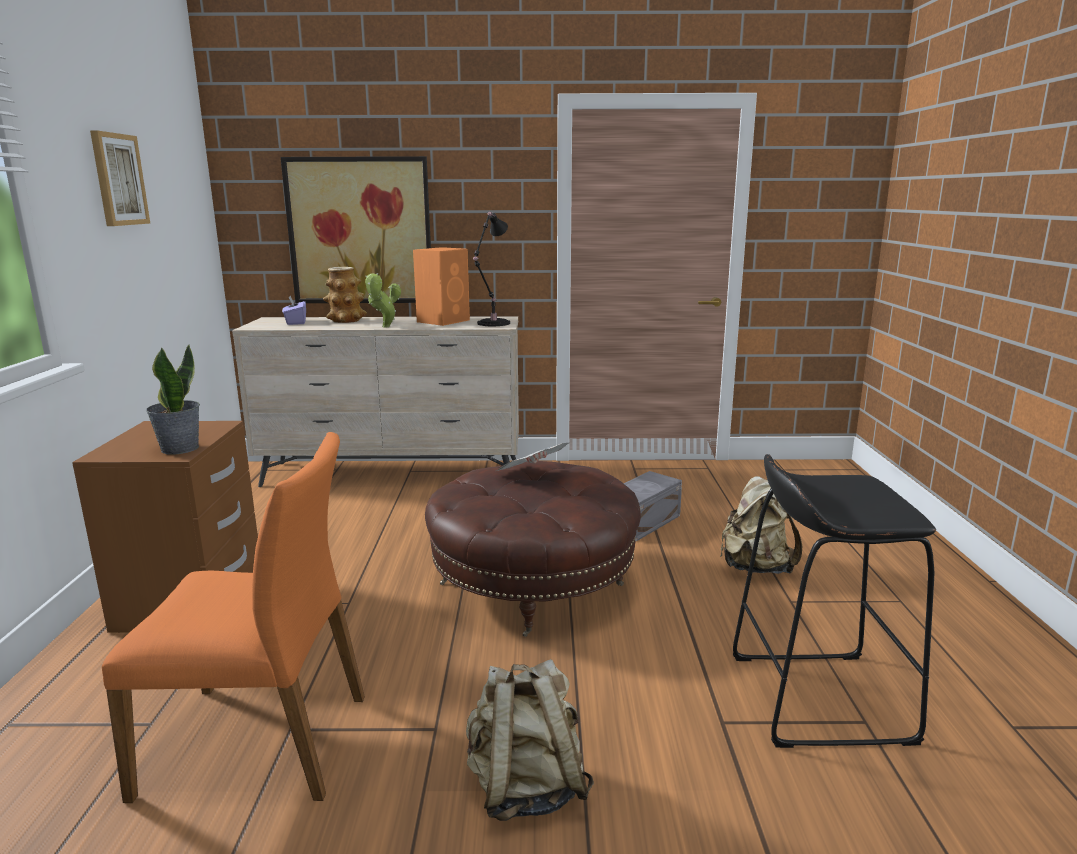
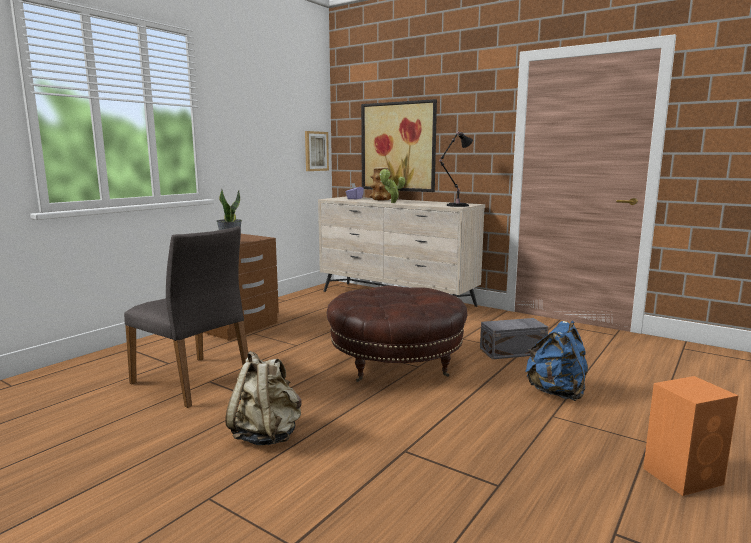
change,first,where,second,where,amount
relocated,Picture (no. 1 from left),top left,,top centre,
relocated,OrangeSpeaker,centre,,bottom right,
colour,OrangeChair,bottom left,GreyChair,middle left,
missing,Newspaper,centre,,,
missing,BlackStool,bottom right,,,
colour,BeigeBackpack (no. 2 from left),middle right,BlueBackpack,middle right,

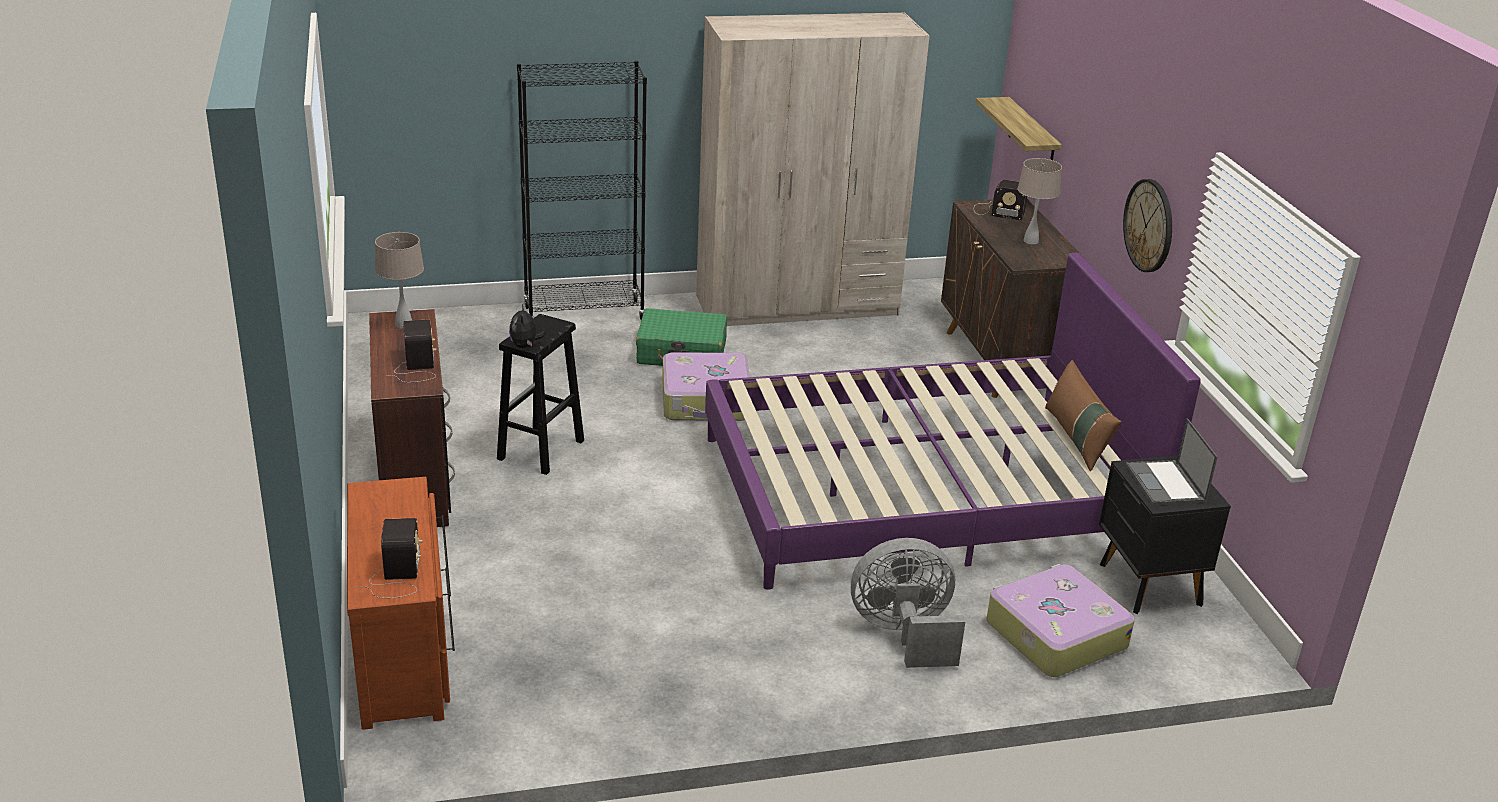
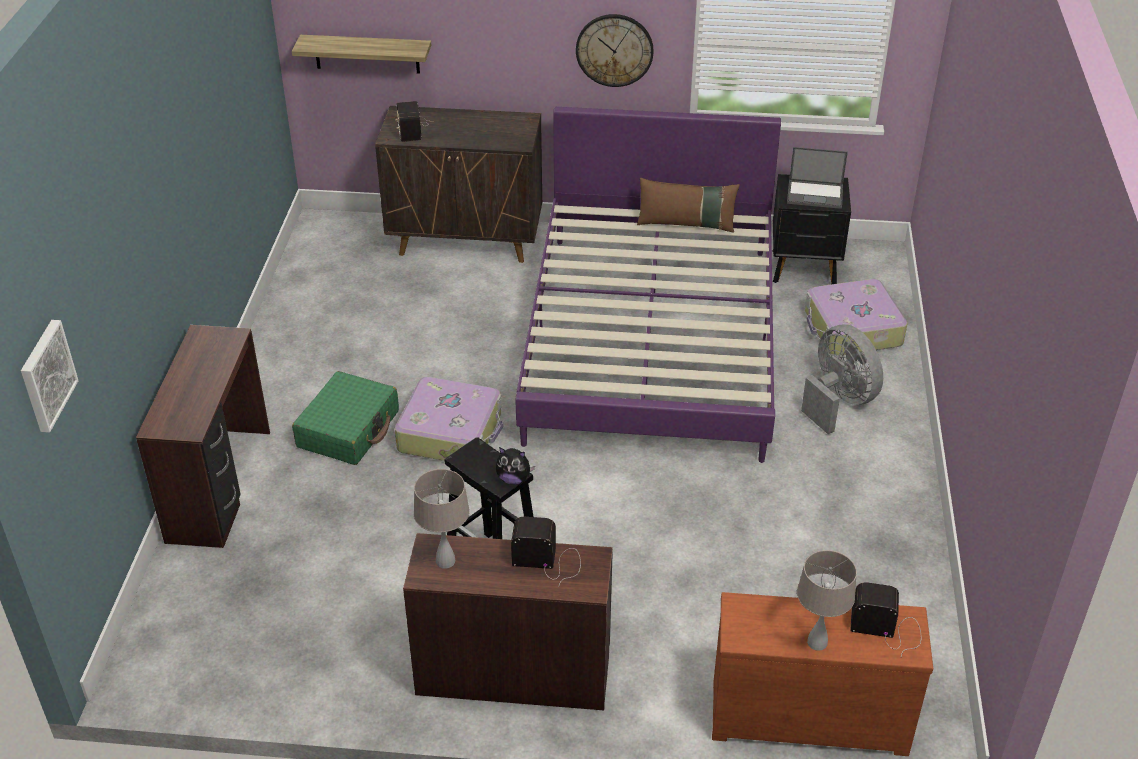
change,first,where,second,where,amount
missing,BeigeWardrobe,top centre,,,
exchanged,BlackBookcase,top centre,BrownDesk (no. 1 from left),middle left,
relocated,BeigeTableLamp (no. 2 from left),top right,,bottom right,
spun,Radio (no. 3 from left in the first image),top right,Radio (no. 1 from left),top centre,135 degrees clockwise
spun,GreyFan,bottom centre,,middle right,135 degrees clockwise
appeared,,,Picture,middle left,

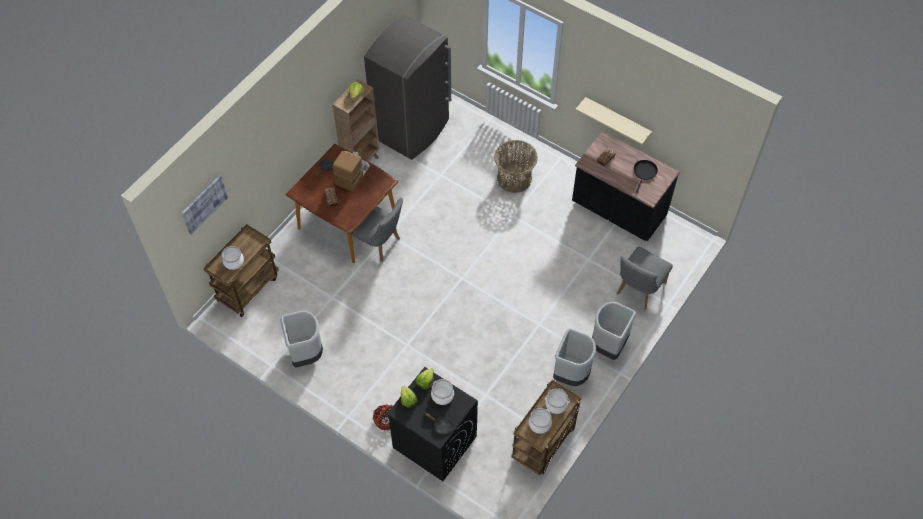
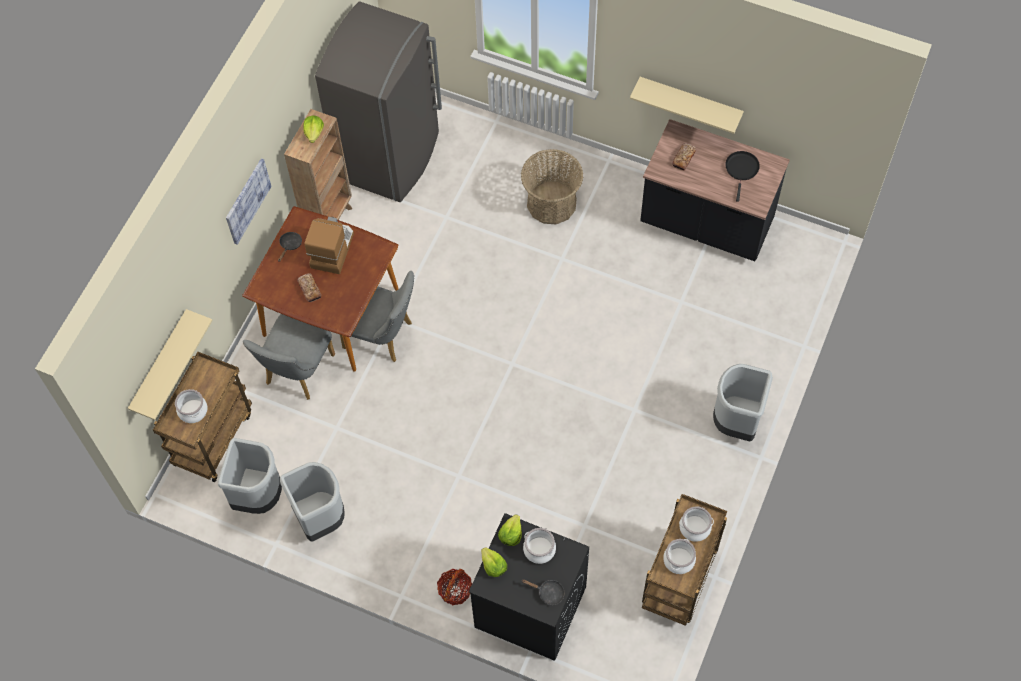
change,first,where,second,where,amount
relocated,Picture,middle left,,top left,
relocated,GreyChair (no. 2 from left in the first image),middle right,GreyChair (no. 1 from left),middle left,
relocated,GreyTrashCan (no. 2 from left in the first image),bottom centre,GreyTrashCan (no. 1 from left),bottom left,
appeared,,,BeigeShelf (no. 1 from left),middle left,

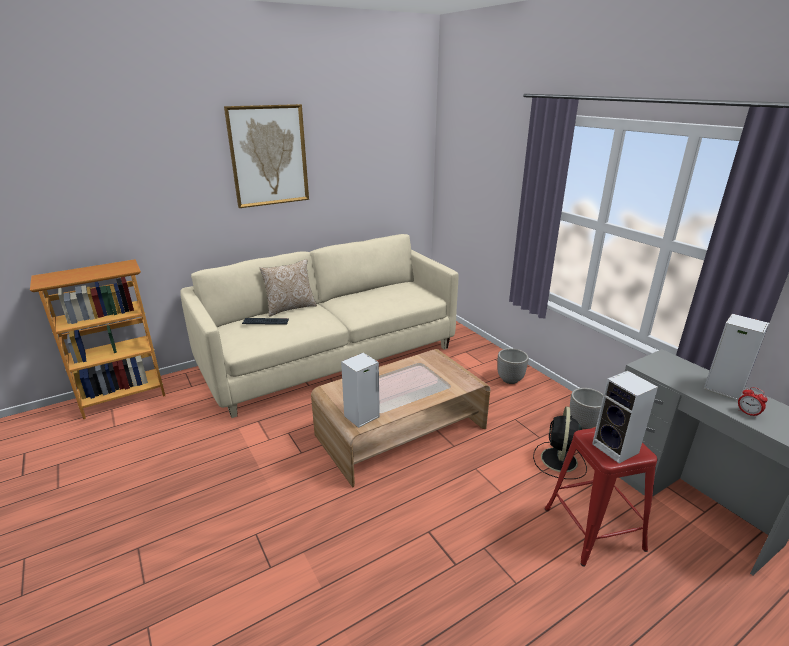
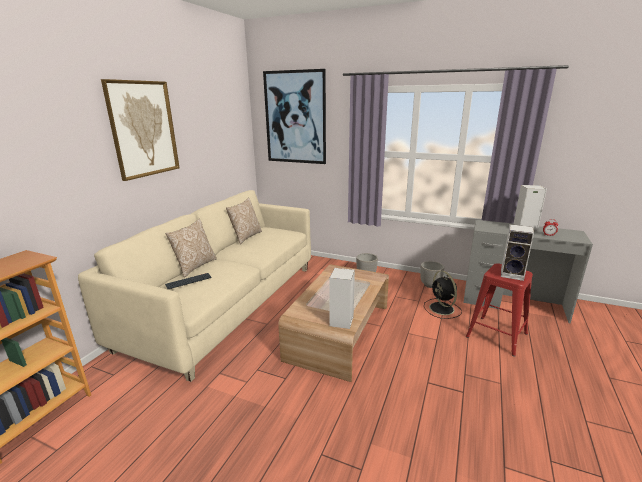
change,first,where,second,where,amount
appeared,,,Picture (no. 2 from left),top centre,
appeared,,,Pillow (no. 2 from left),centre,

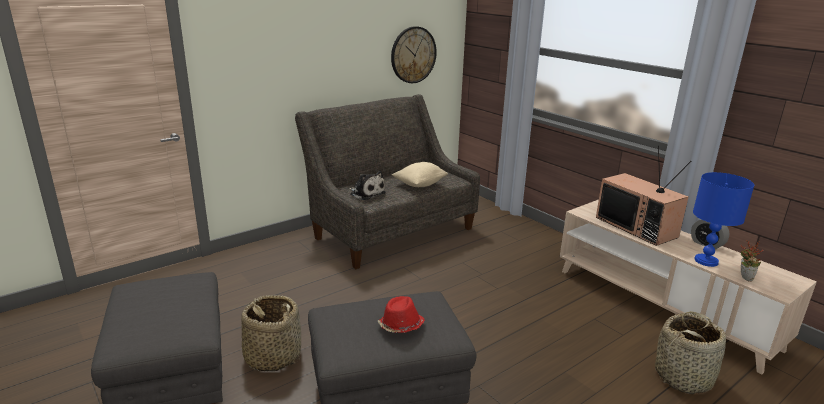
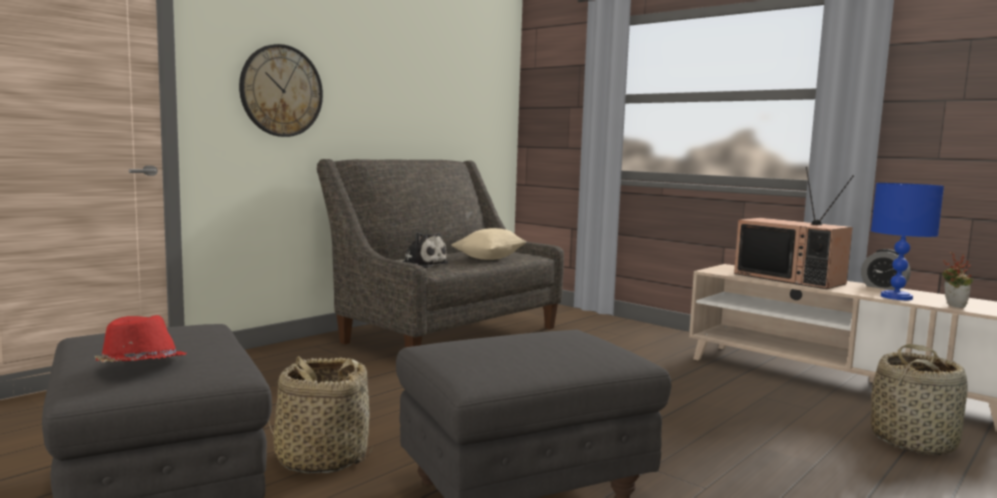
change,first,where,second,where,amount
relocated,WallClock,top centre,,top left,
relocated,RedHat,bottom centre,,bottom left,

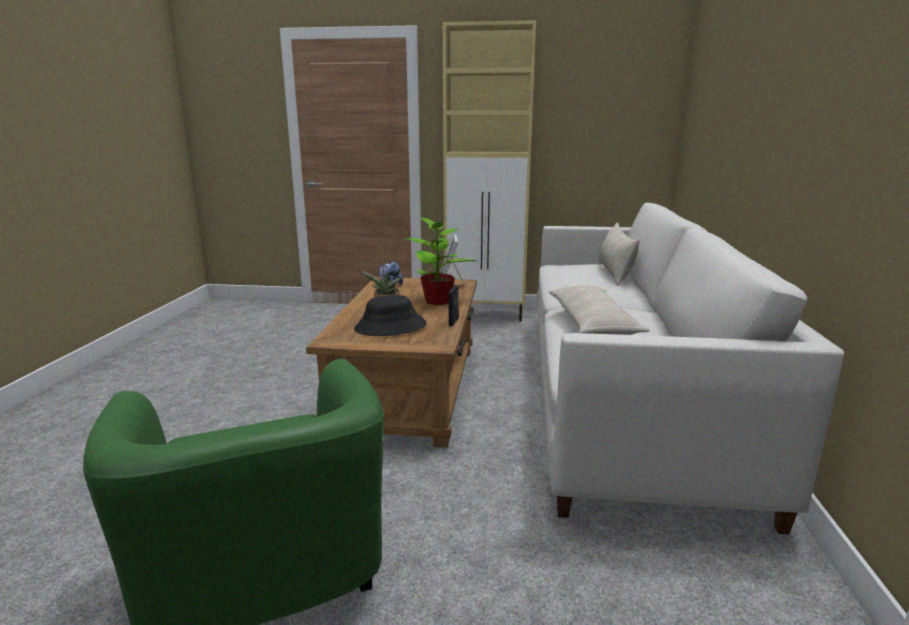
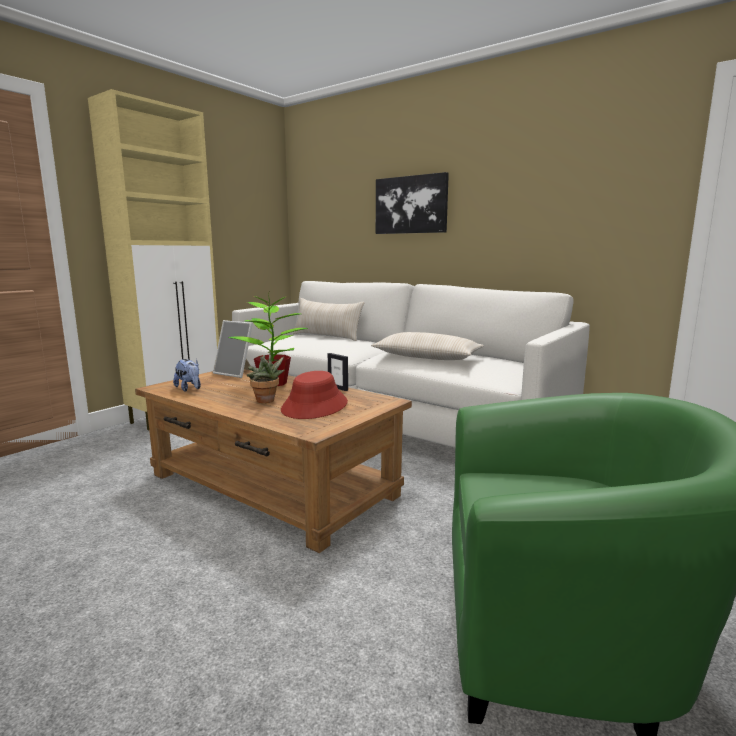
change,first,where,second,where,amount
colour,BlackHat,centre,RedHat,centre,
appeared,,,Picture,top centre,

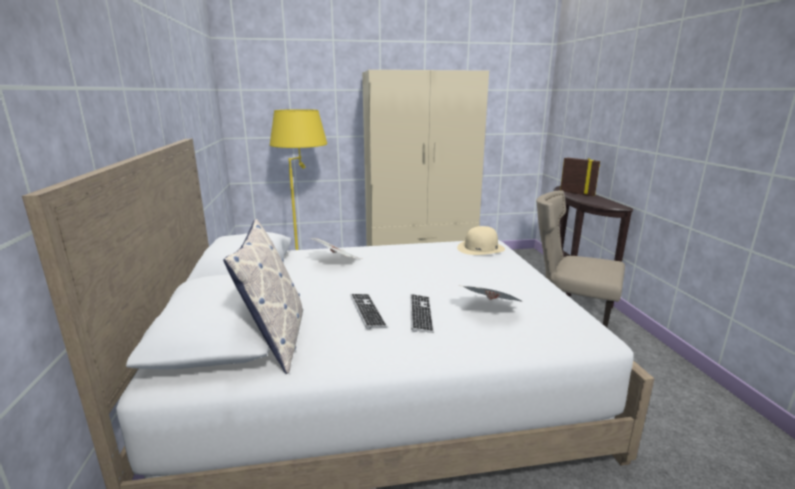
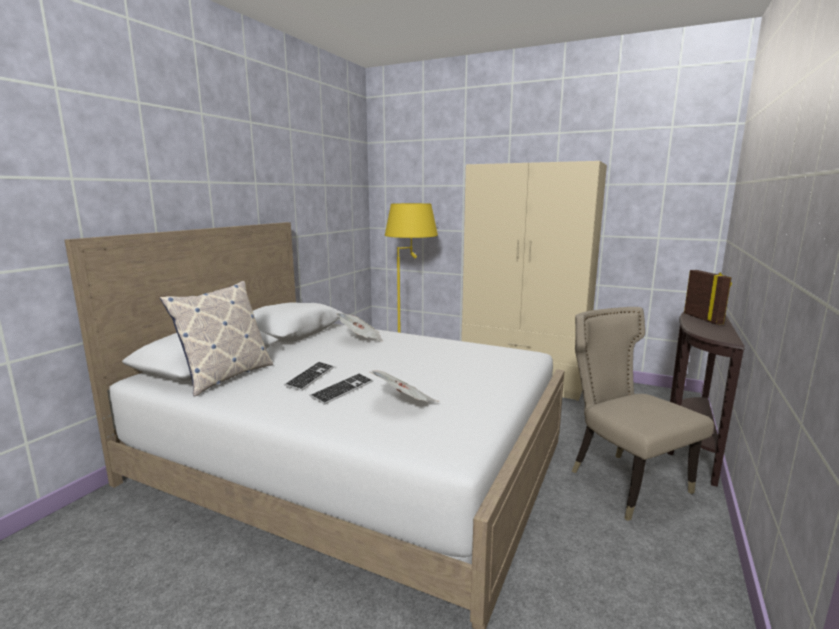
change,first,where,second,where,amount
missing,BeigeHat,centre,,,

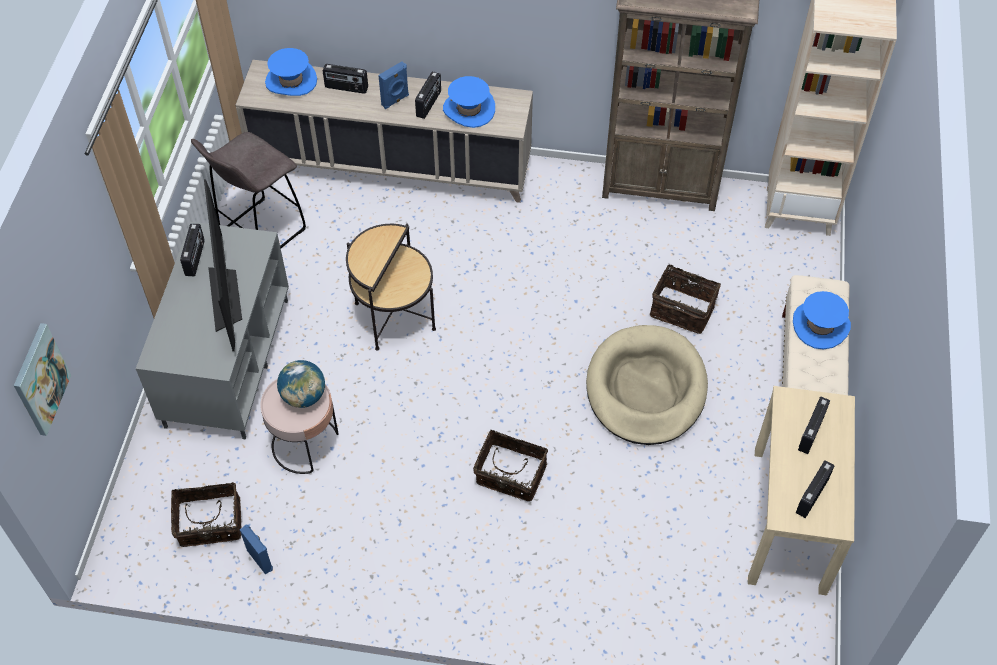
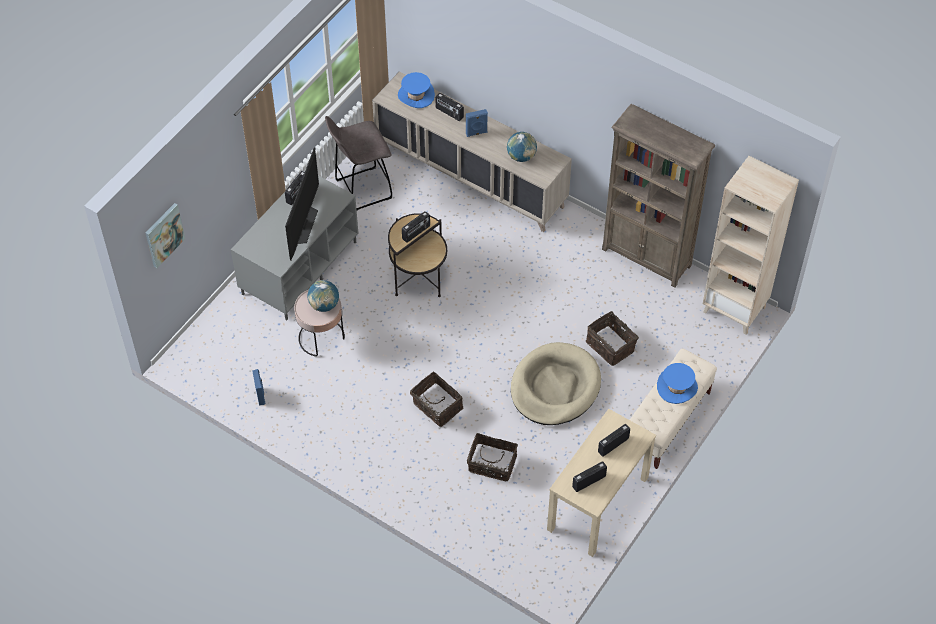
change,first,where,second,where,amount
relocated,Radio (no. 3 from left in the first image),top centre,Radio (no. 2 from left),centre,
exchanged,BlueHat (no. 2 from left),top centre,Globe (no. 2 from left),top centre,
relocated,Basket (no. 1 from left in the first image),bottom left,Basket (no. 2 from left),bottom centre,

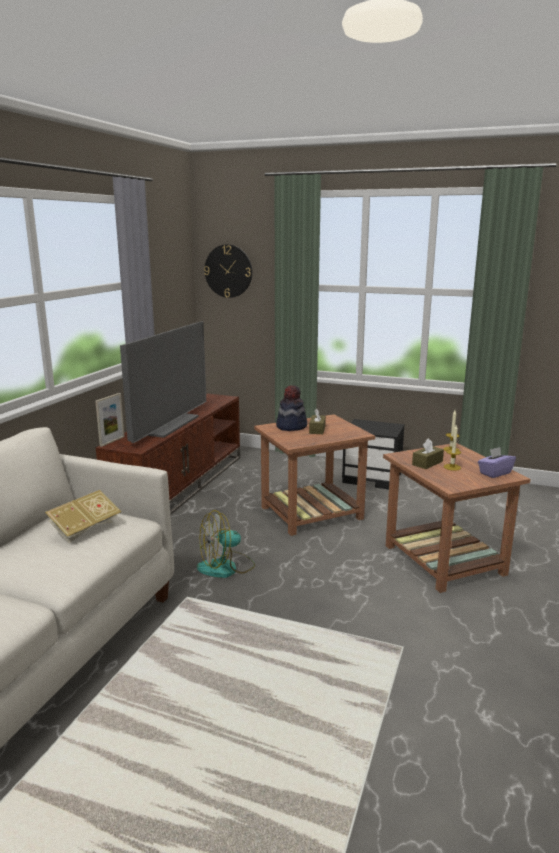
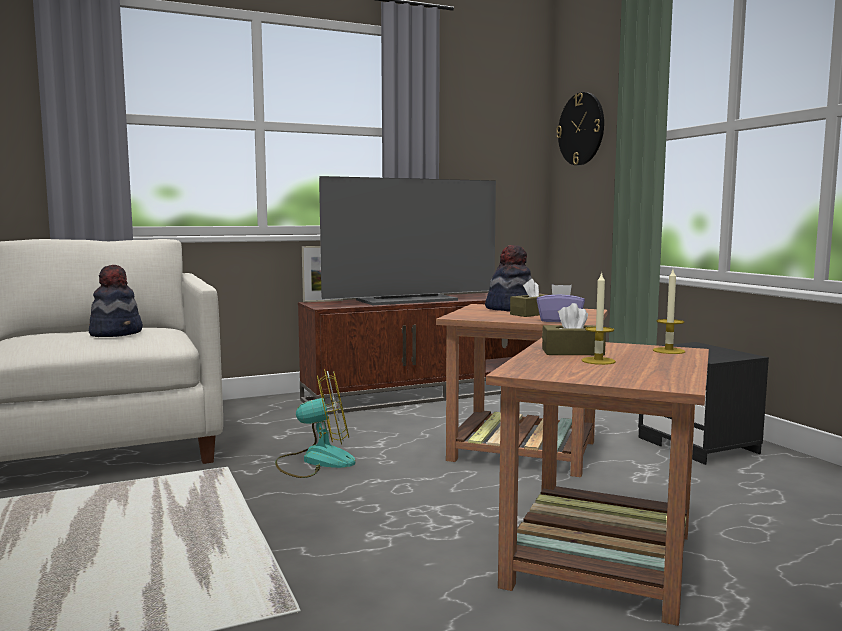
change,first,where,second,where,amount
relocated,PurpleTissueBox,middle right,,centre,
exchanged,Book,middle left,Hat (no. 1 from left),middle left,
spun,Fan,centre,,bottom centre,150 degrees clockwise

